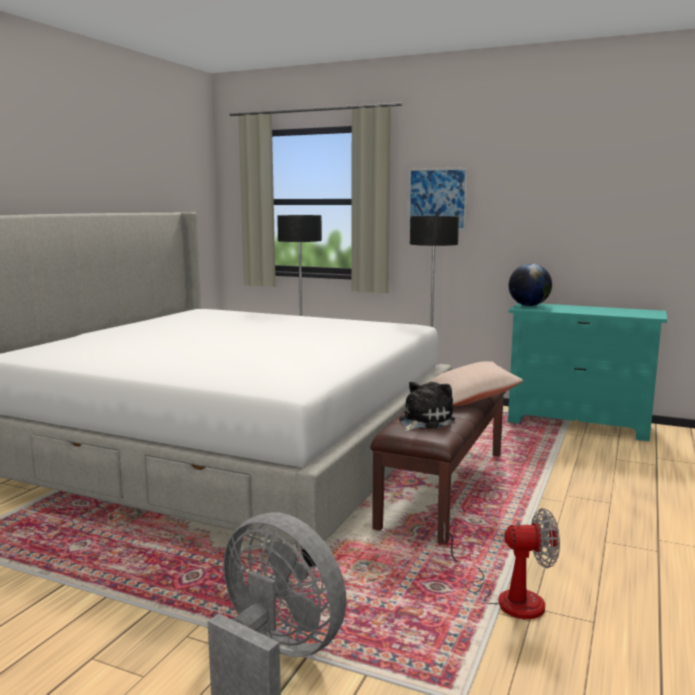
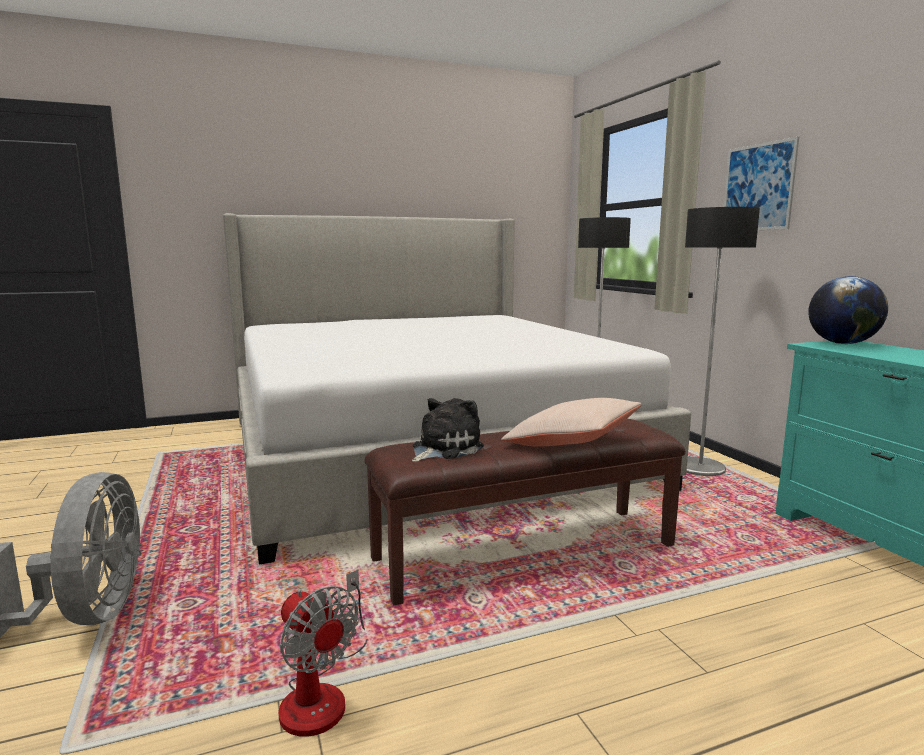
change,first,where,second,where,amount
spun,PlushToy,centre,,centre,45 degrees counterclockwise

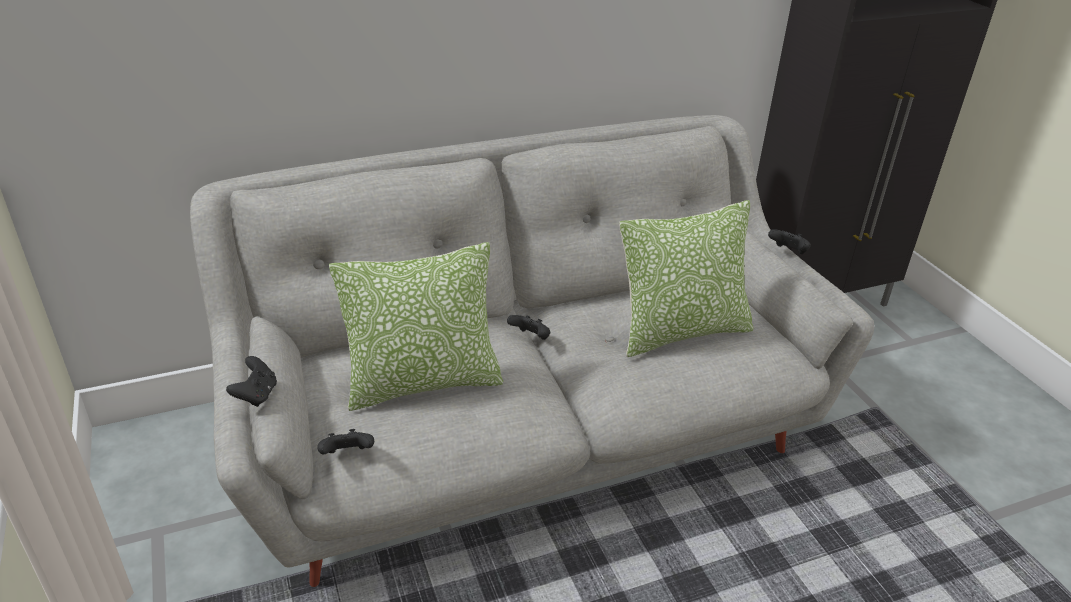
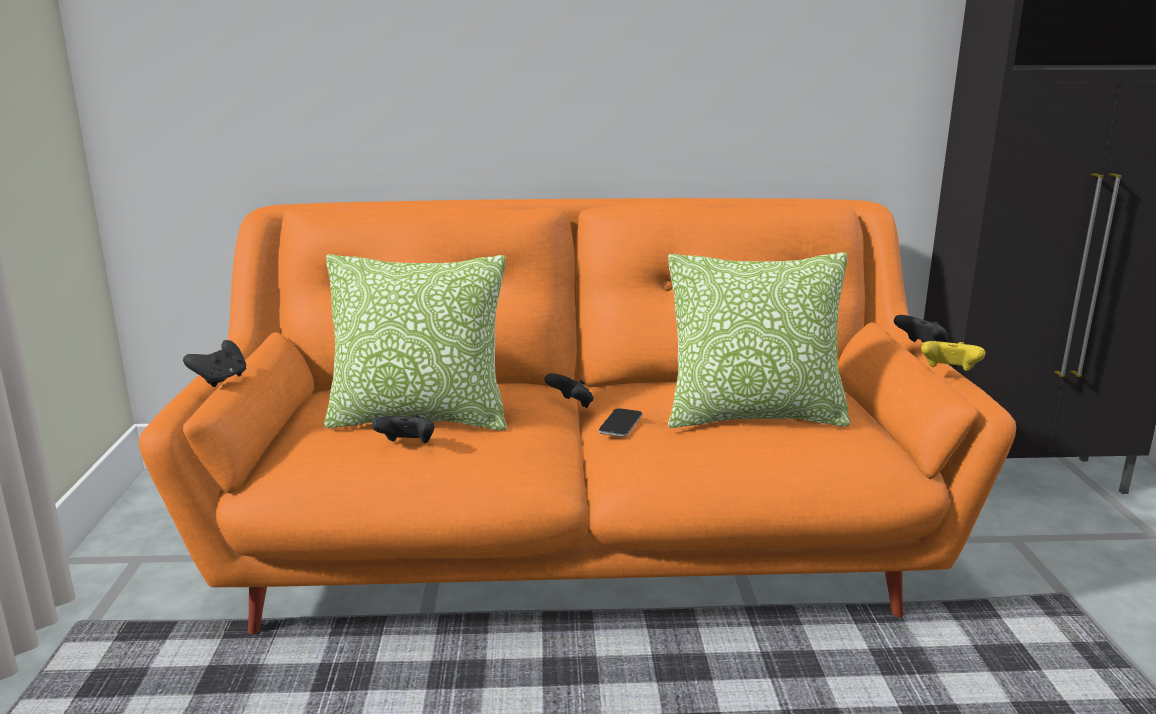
change,first,where,second,where,amount
colour,GreySofa,centre,OrangeSofa,centre,
relocated,BlackGameController (no. 2 from left),bottom left,,centre,
appeared,,,YellowGameController,middle right,
appeared,,,Phone,centre,

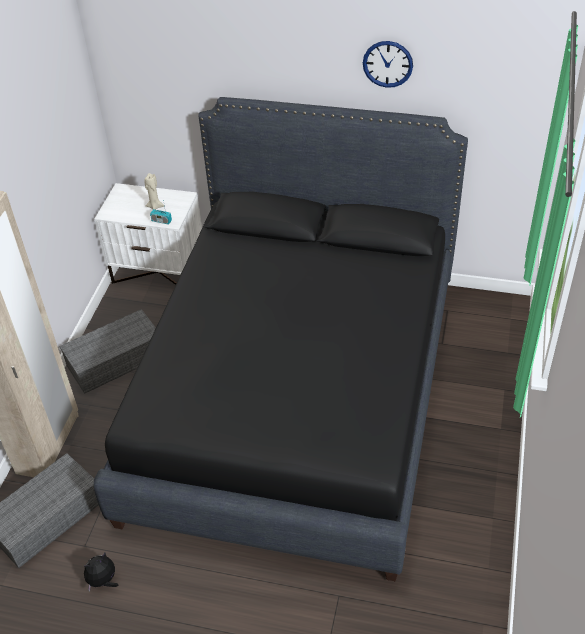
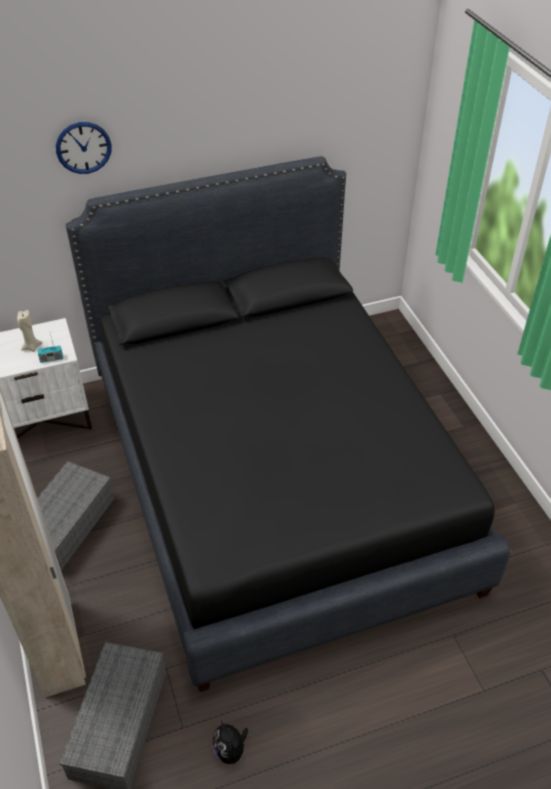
change,first,where,second,where,amount
relocated,WallClock,top centre,,top left,
spun,PlushToy,bottom left,,bottom centre,45 degrees counterclockwise

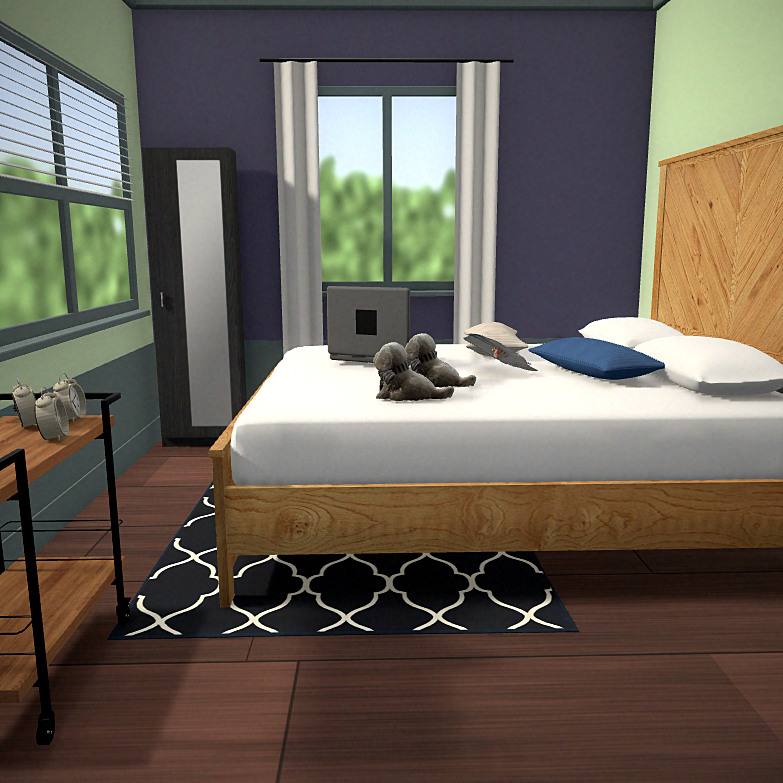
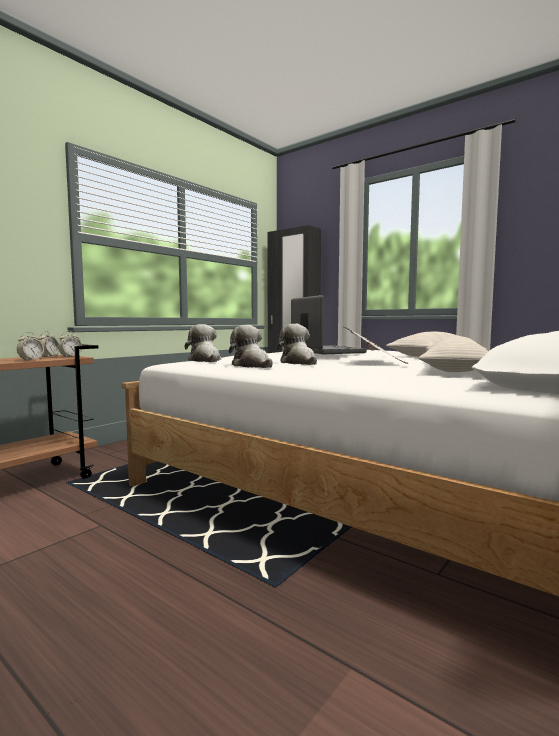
change,first,where,second,where,amount
colour,BluePillow,middle right,BeigePillow (no. 2 from left),middle right,
appeared,,,PlushToy (no. 1 from left),centre,

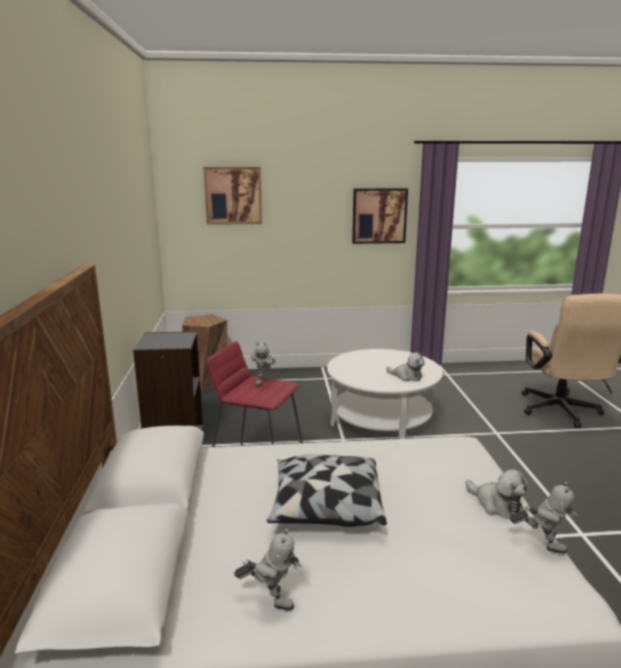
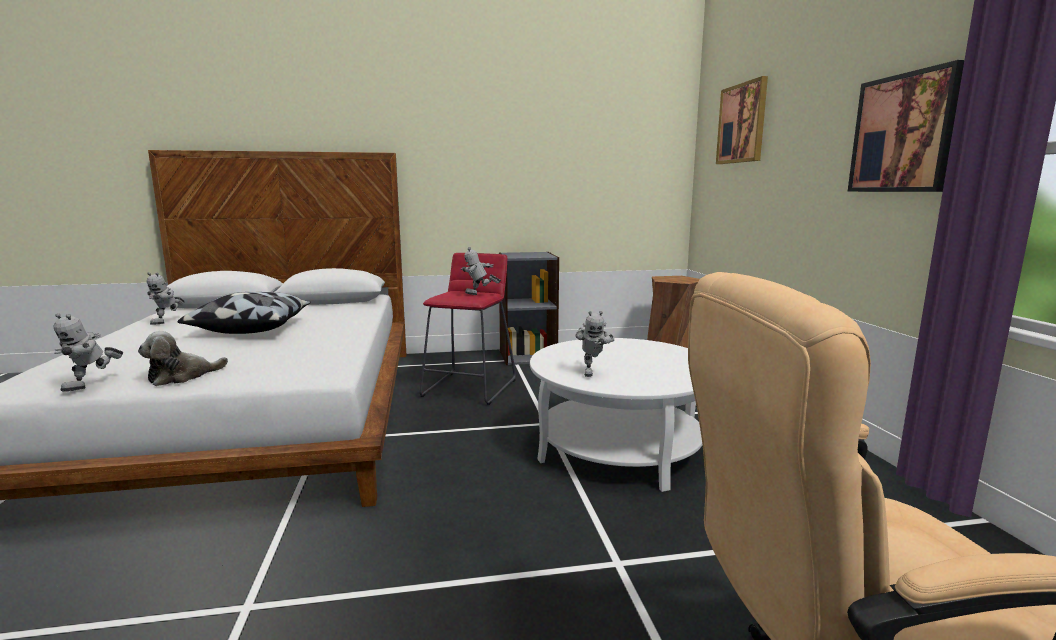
change,first,where,second,where,amount
exchanged,PlushToy (no. 1 from left),centre,ToyRobot (no. 4 from left),centre,

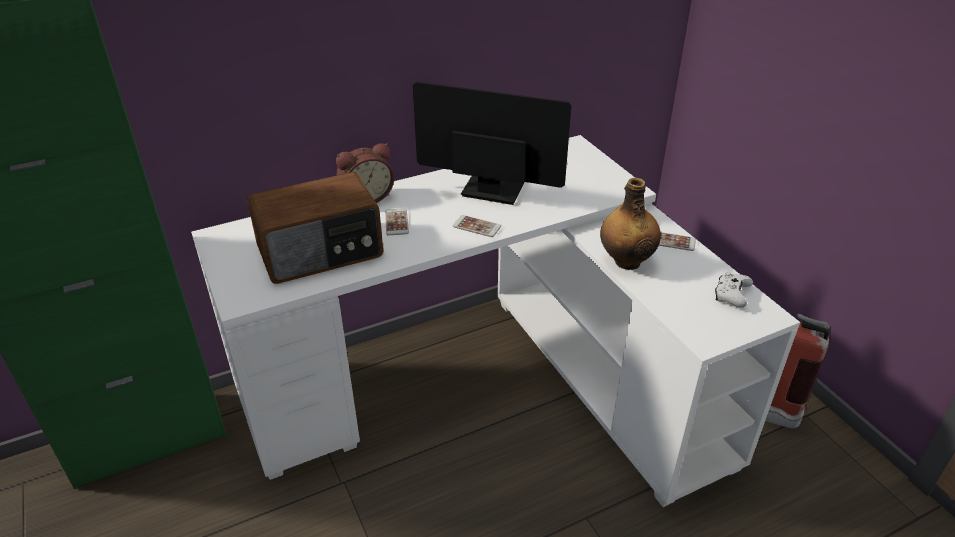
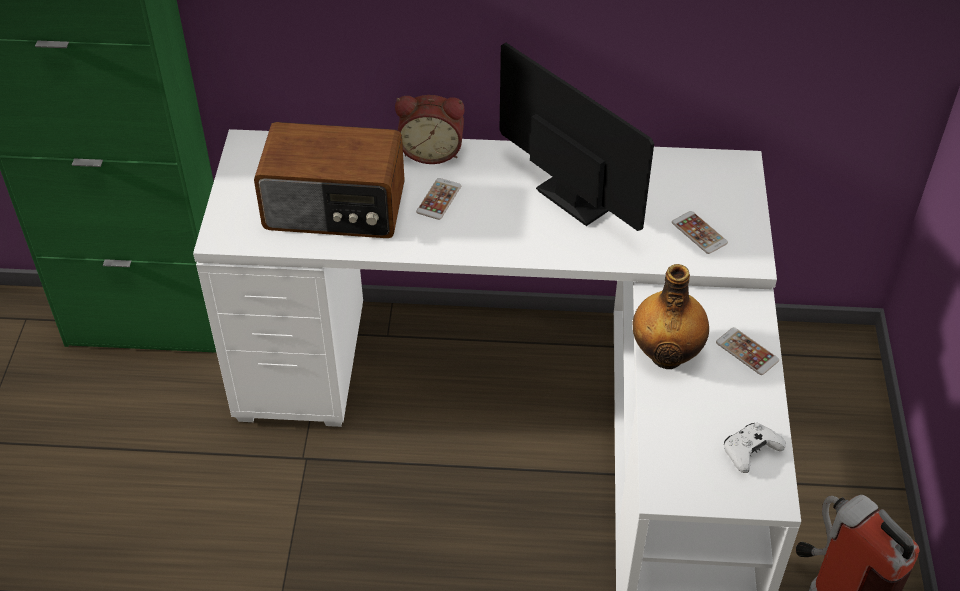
change,first,where,second,where,amount
relocated,Phone (no. 2 from left),centre,,middle right,

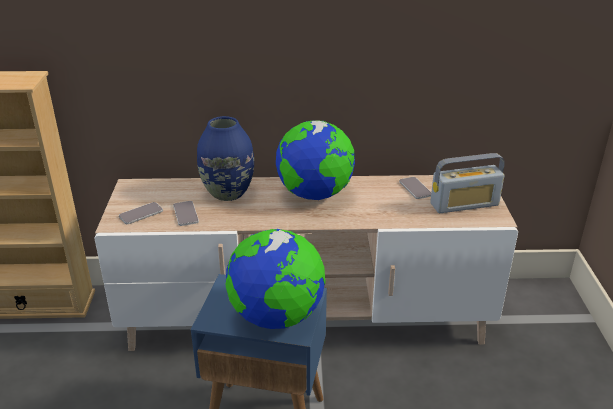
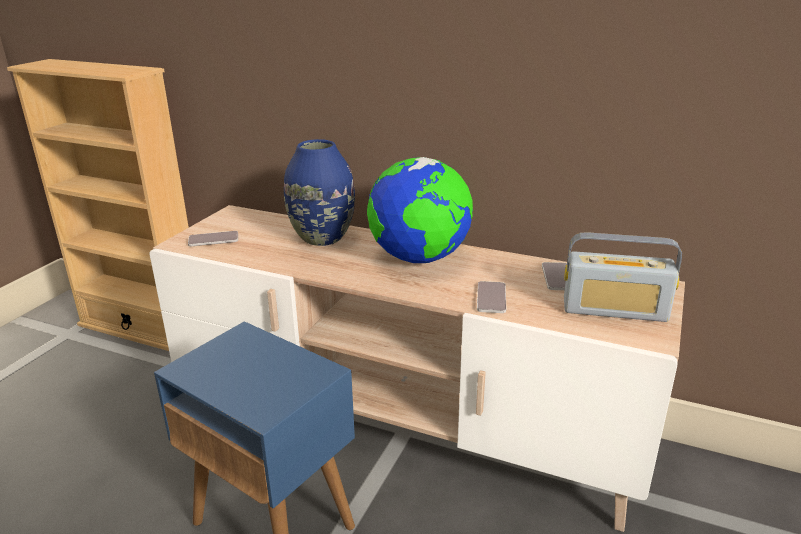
change,first,where,second,where,amount
relocated,Phone (no. 2 from left),middle left,,centre,
missing,Globe (no. 1 from left),bottom centre,,,

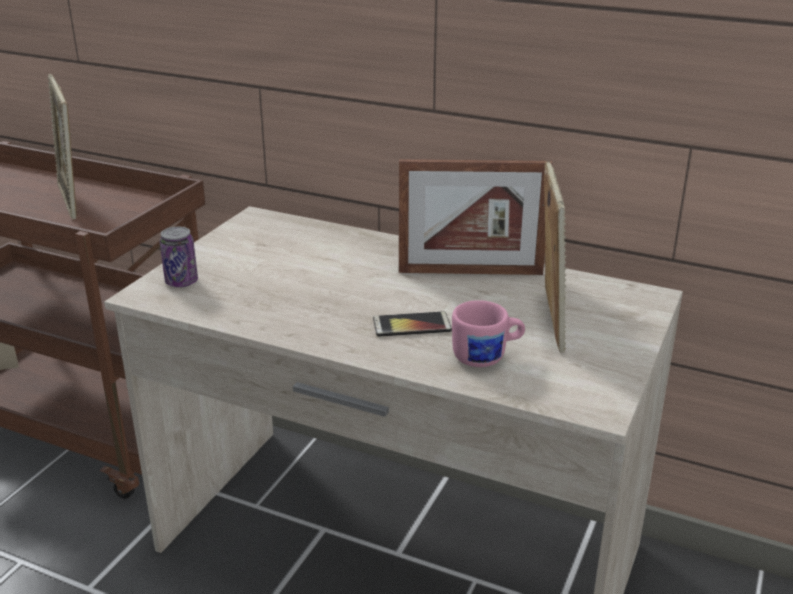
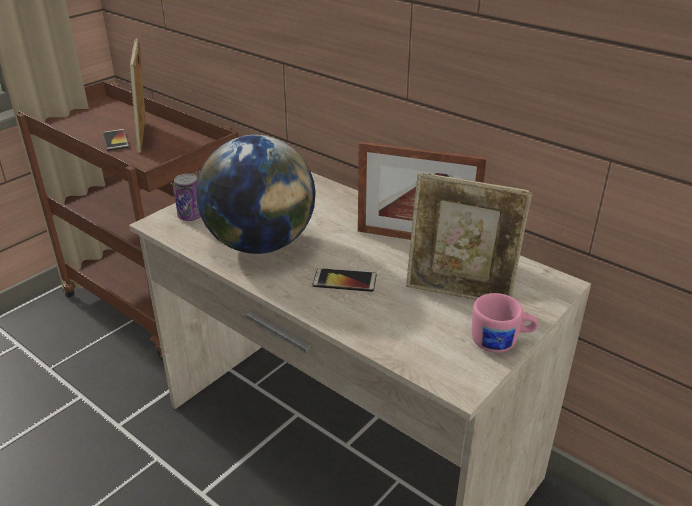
change,first,where,second,where,amount
spun,PictureFrame (no. 3 from left),middle right,,middle right,90 degrees clockwise
relocated,PinkMug,centre,,middle right,
appeared,,,Phone (no. 1 from left),top left,
appeared,,,Globe,centre,

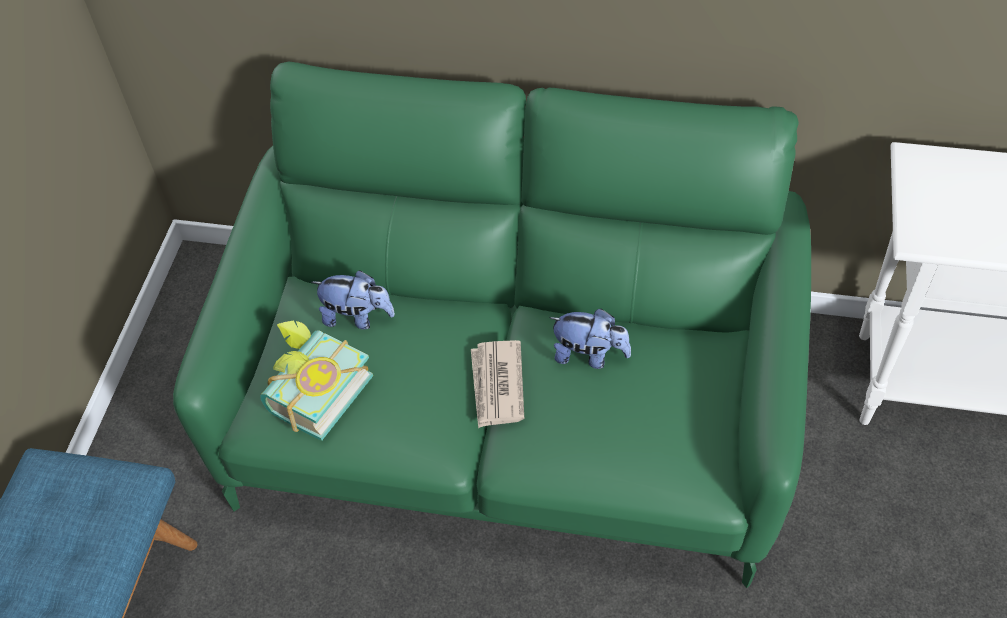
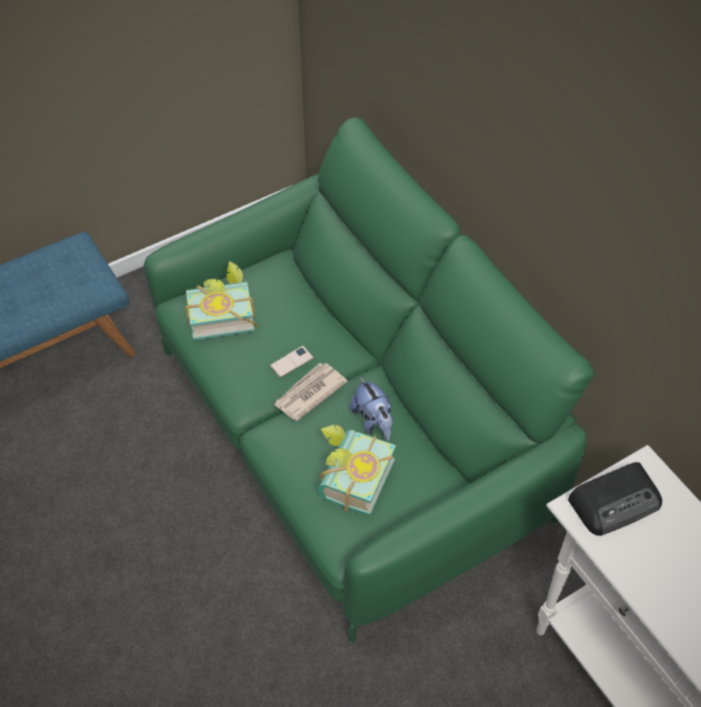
change,first,where,second,where,amount
missing,PlushToy (no. 1 from left),centre,,,
appeared,,,Phone,centre,
appeared,,,Book (no. 2 from left),centre,
appeared,,,Radio,bottom right,

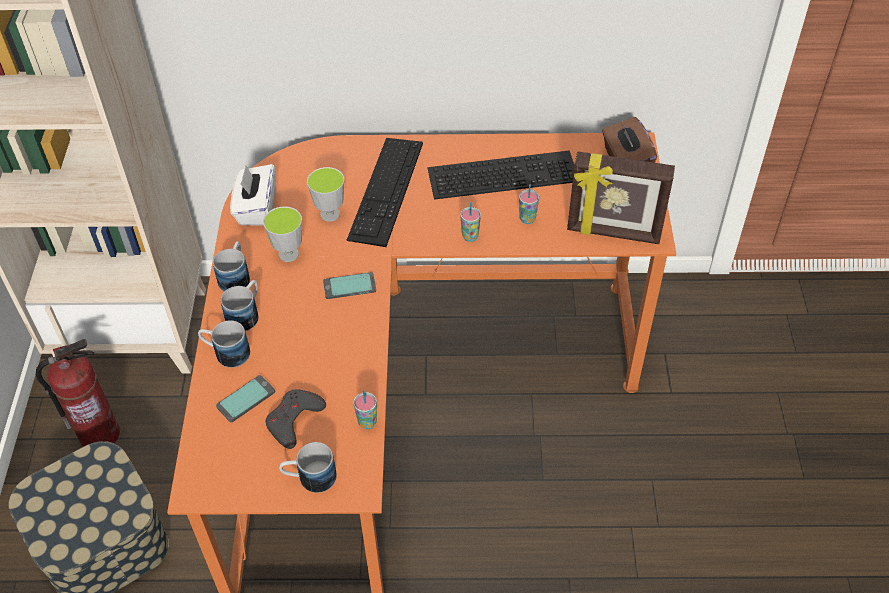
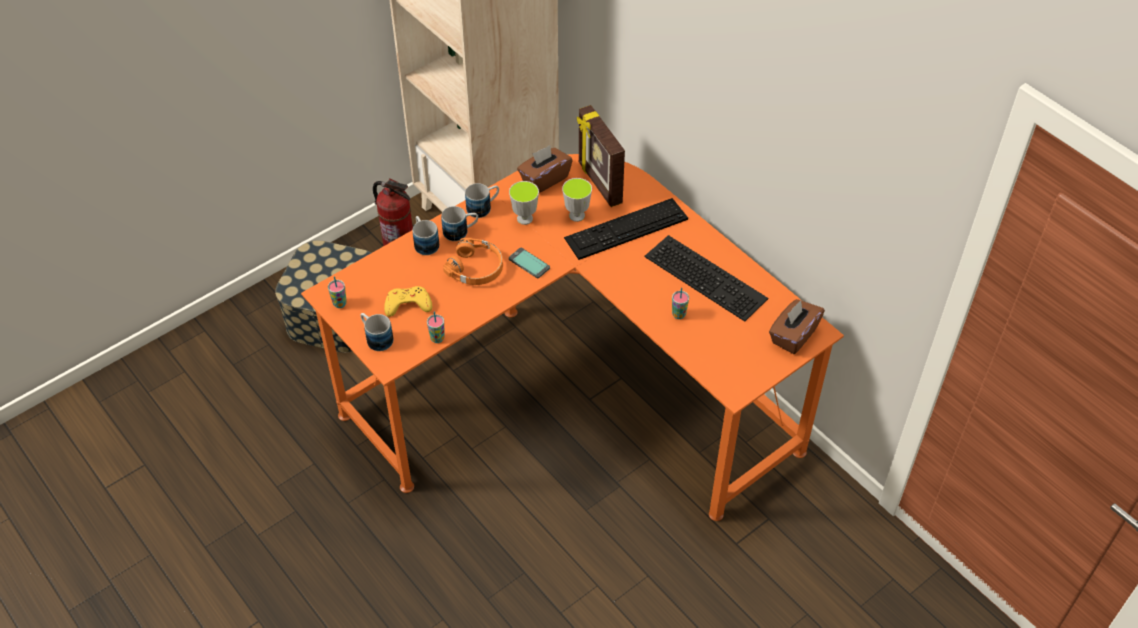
change,first,where,second,where,amount
relocated,PictureFrame,top right,,top centre,
colour,WhiteTissueBox,top left,BrownTissueBox (no. 1 from left),top centre,
relocated,Cup (no. 4 from left in the first image),centre,Cup (no. 1 from left),middle left,
missing,Phone (no. 1 from left),bottom left,,,
colour,GreyGameController,bottom left,YellowGameController,centre,
appeared,,,OrangeHeadphones,centre,

